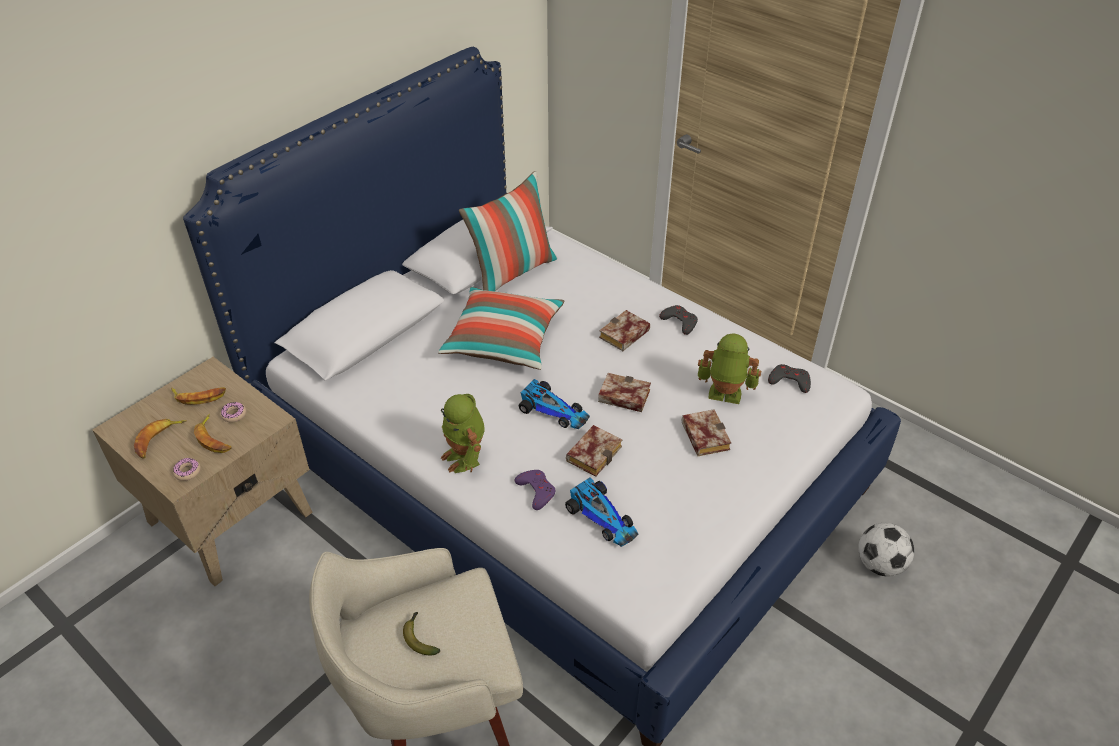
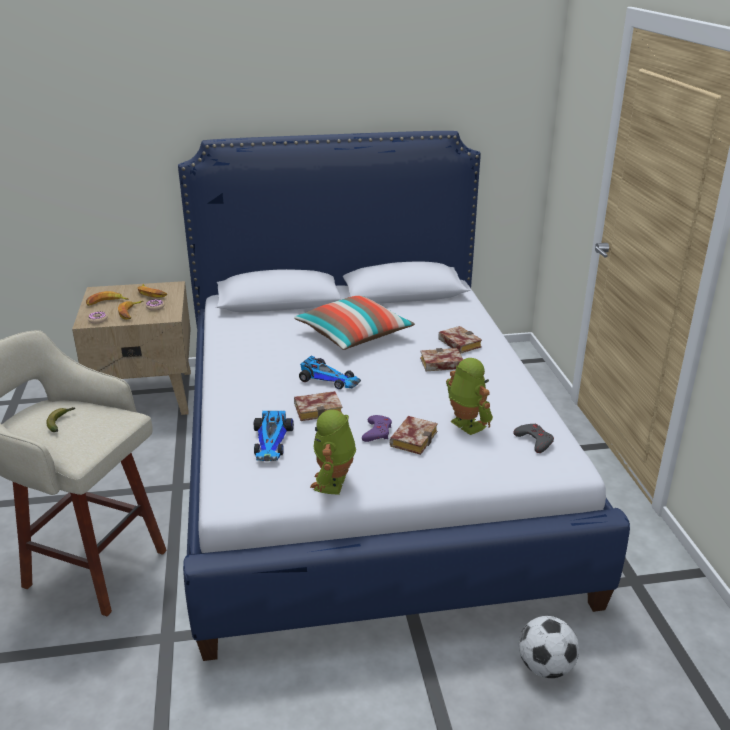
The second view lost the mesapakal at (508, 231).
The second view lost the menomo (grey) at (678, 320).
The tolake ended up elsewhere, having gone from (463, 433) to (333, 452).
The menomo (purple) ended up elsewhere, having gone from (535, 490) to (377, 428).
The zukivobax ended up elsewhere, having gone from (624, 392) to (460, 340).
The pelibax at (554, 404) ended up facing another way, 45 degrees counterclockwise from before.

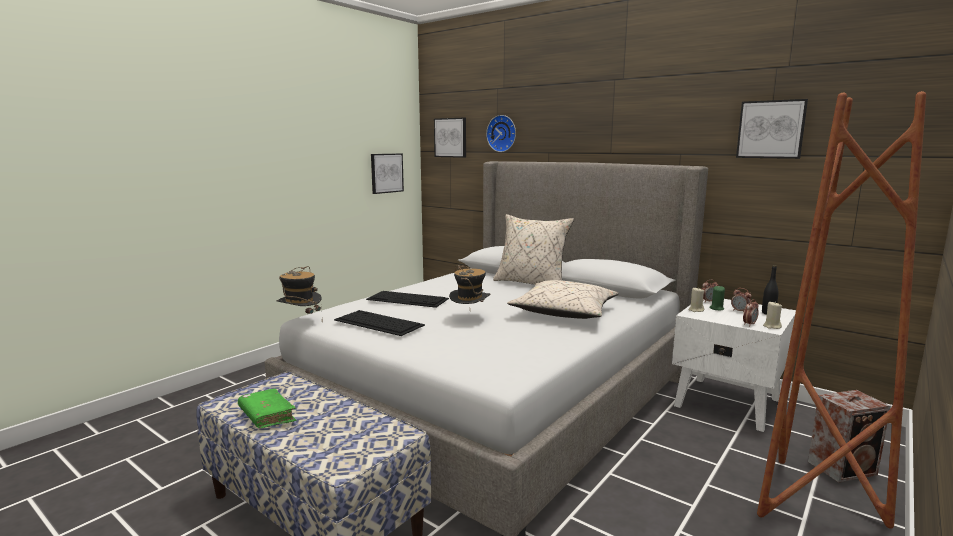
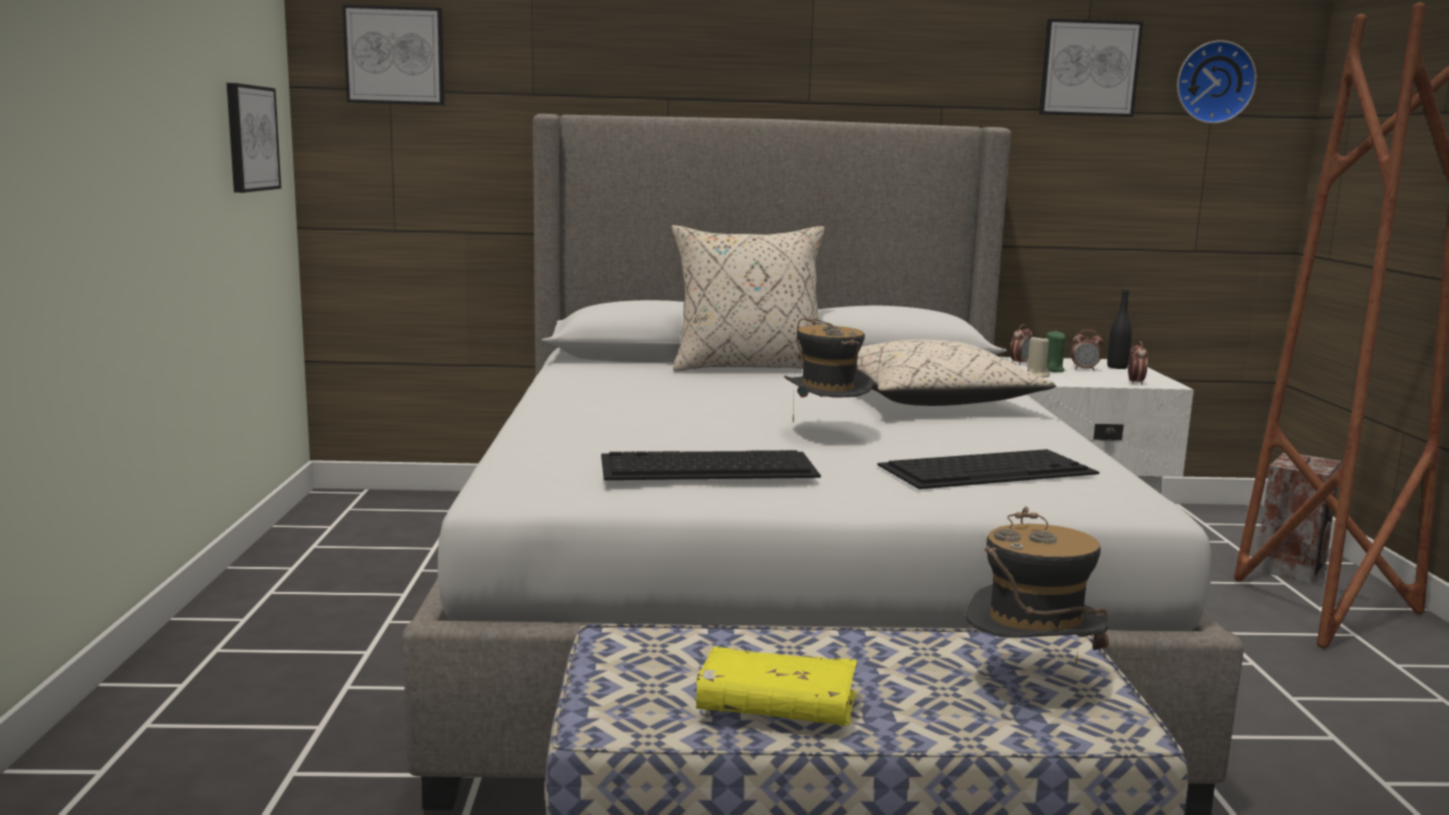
The second view lost the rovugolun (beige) at (772, 315).
The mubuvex ended up elsewhere, having gone from (299, 290) to (1037, 586).
The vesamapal ended up elsewhere, having gone from (407, 299) to (988, 469).
The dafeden ended up elsewhere, having gone from (501, 133) to (1217, 82).
What was the zukivobax (green) at (267, 408) turned into the zukivobax (yellow) at (776, 686).

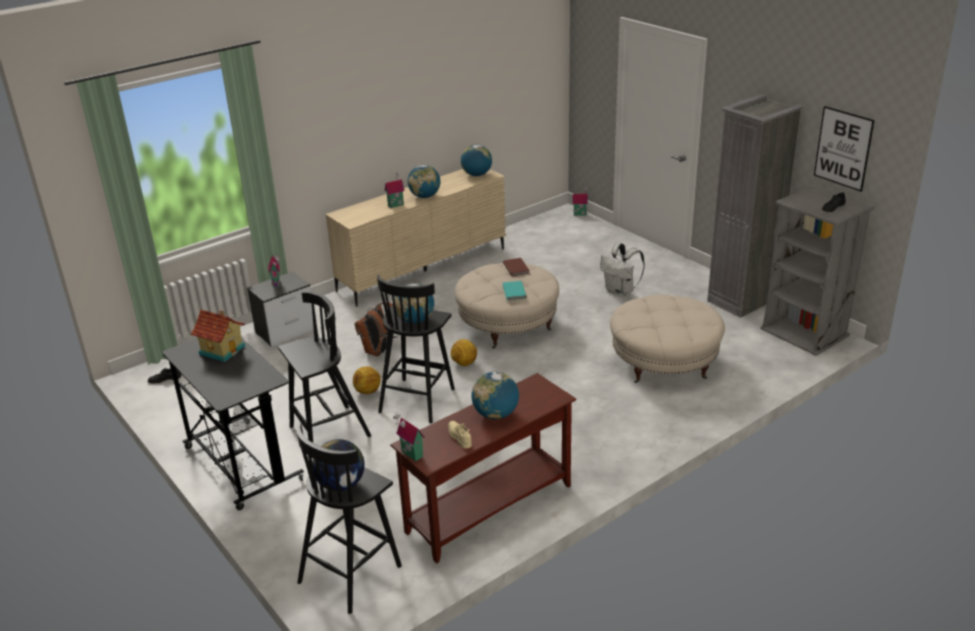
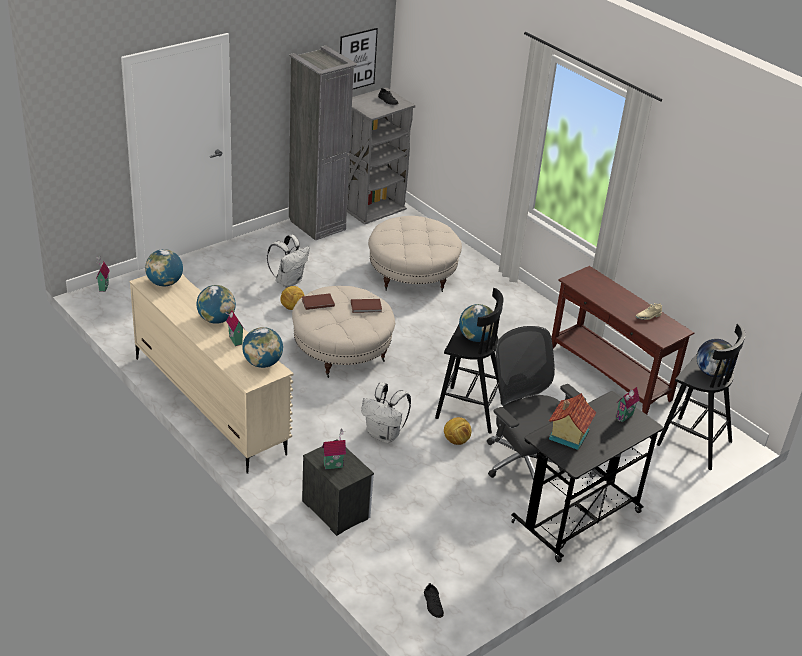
The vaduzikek ended up elsewhere, having gone from (409, 437) to (628, 404).
The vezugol ended up elsewhere, having gone from (464, 352) to (292, 298).
The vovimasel ended up elsewhere, having gone from (495, 395) to (262, 347).
Where the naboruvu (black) stood at (324, 375), the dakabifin came to stand at (536, 403).
What was the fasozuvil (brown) at (377, 329) turned into the fasozuvil (white) at (386, 412).
What was the zukivobax (turquoise) at (515, 290) turned into the zukivobax (brown) at (366, 306).

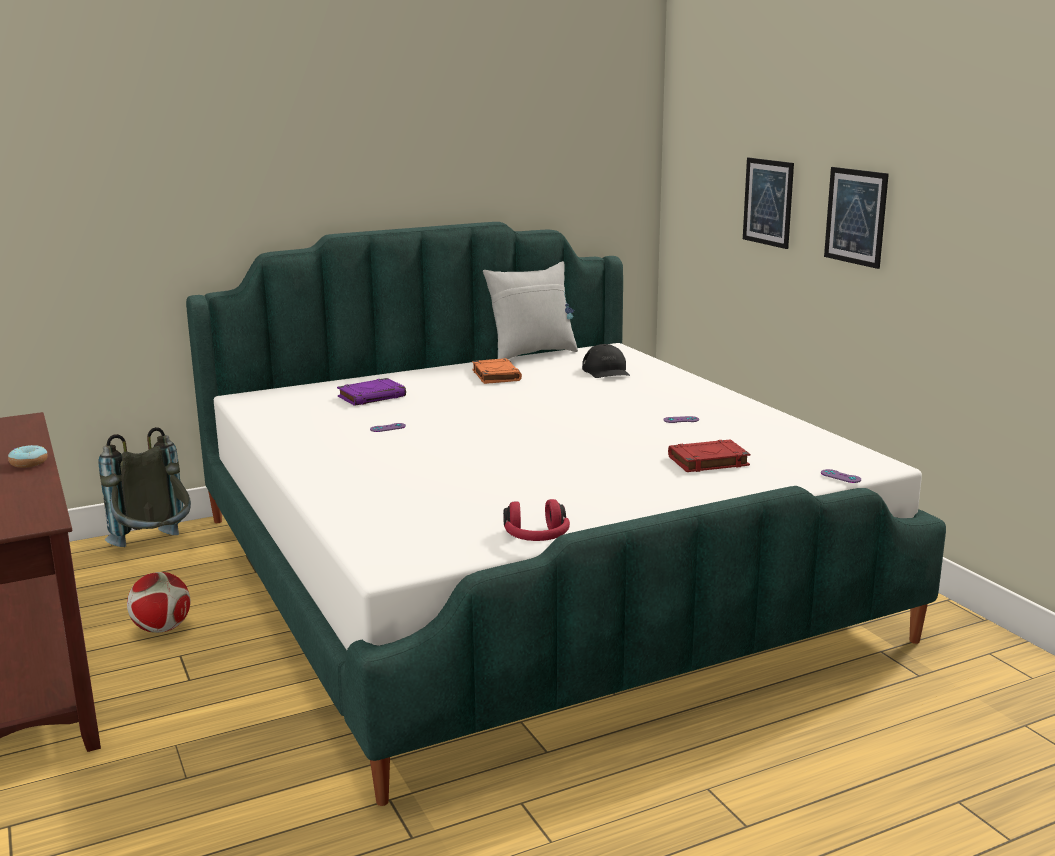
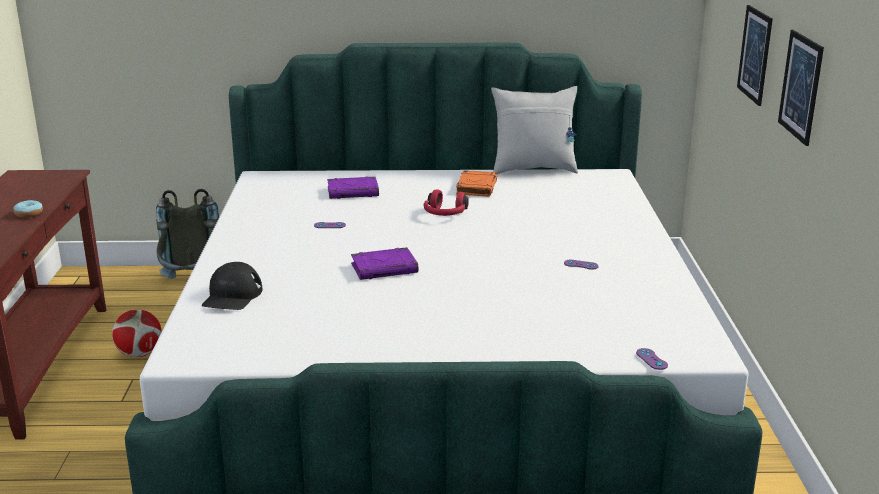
The second view lost the zukivobax (red) at (709, 455).
The second view gained the zukivobax (purple) at (385, 263).
The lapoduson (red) ended up elsewhere, having gone from (536, 520) to (446, 202).
The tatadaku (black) ended up elsewhere, having gone from (606, 361) to (232, 286).

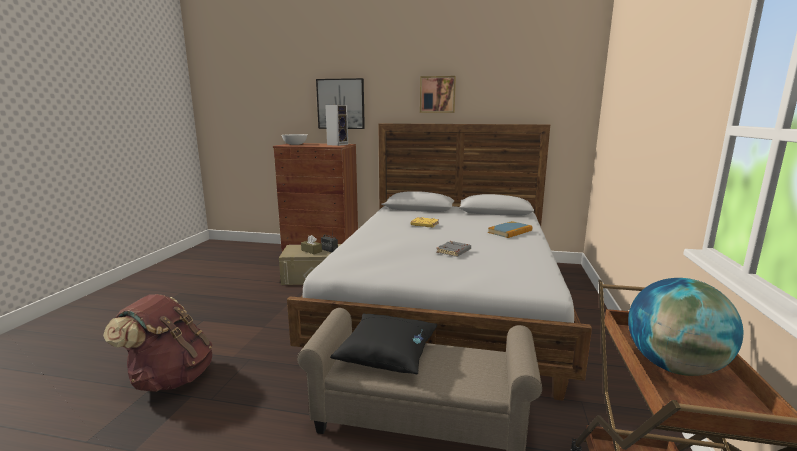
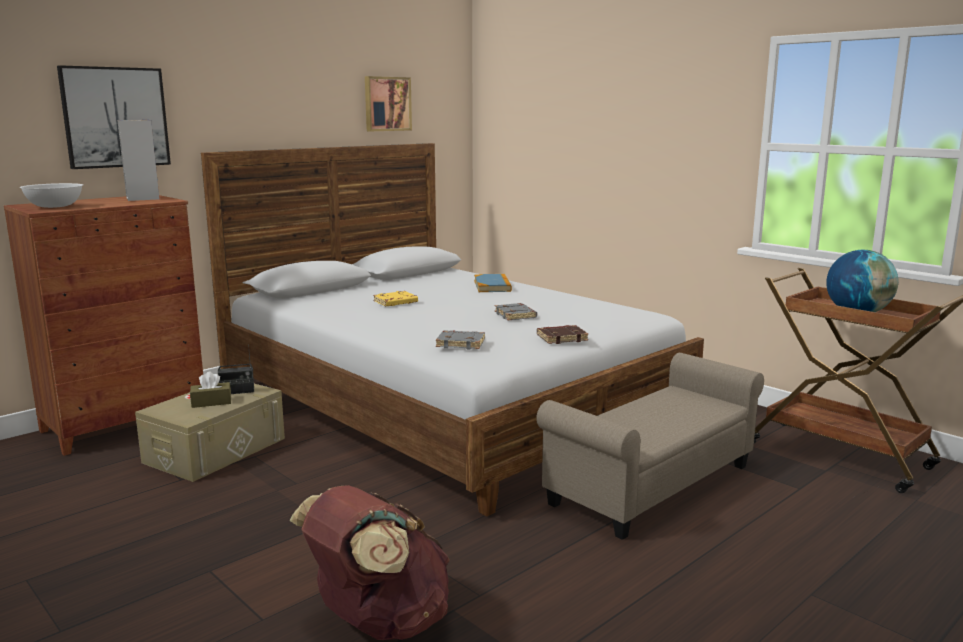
The second view lost the mesapakal (black) at (383, 343).
The second view gained the zukivobax (grey) at (460, 340).
The second view gained the zukivobax (brown) at (562, 334).
The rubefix ended up elsewhere, having gone from (438, 94) to (388, 103).

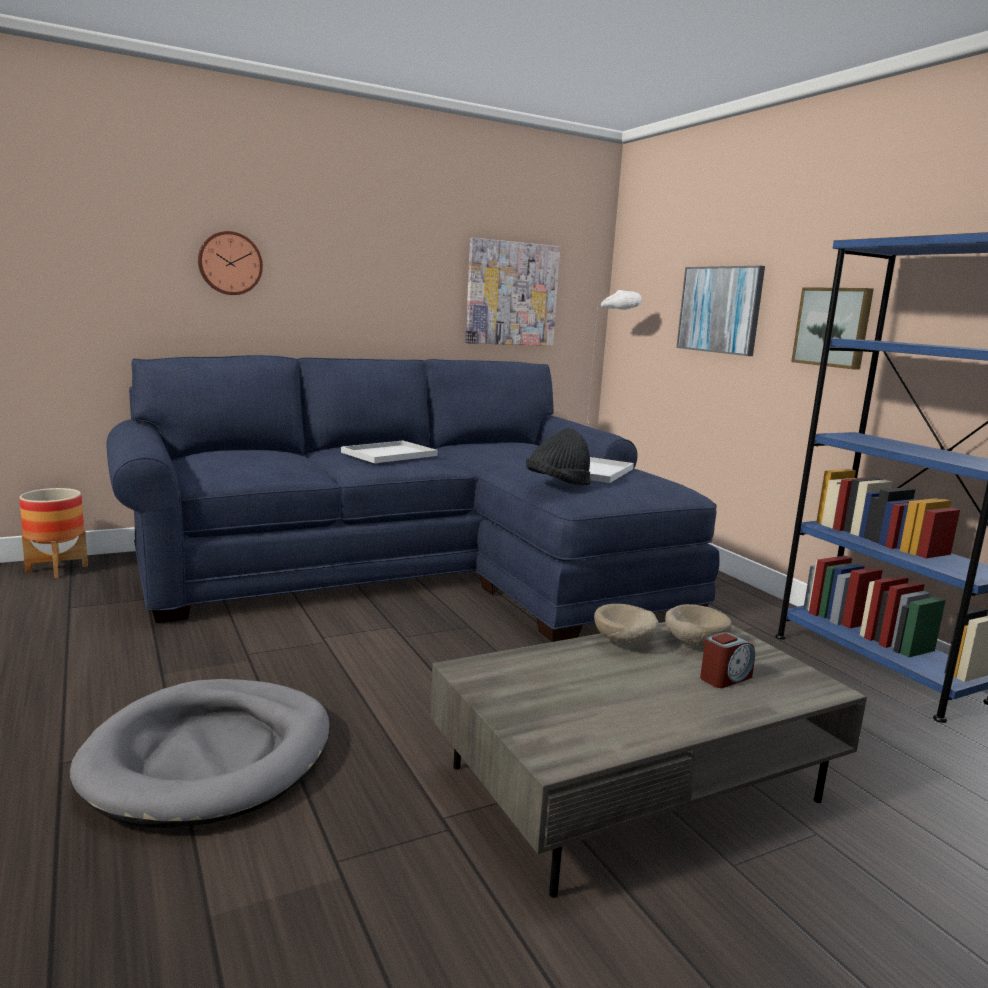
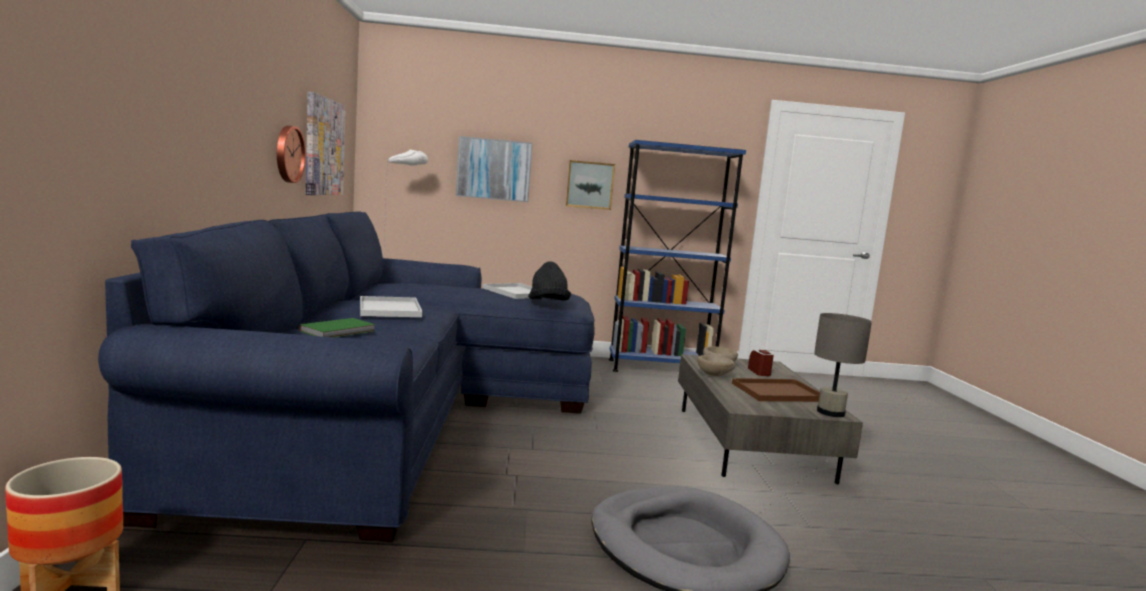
The second view gained the zukivobax (green) at (337, 327).
The second view gained the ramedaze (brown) at (776, 390).
The second view gained the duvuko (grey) at (843, 365).
The dafeden ended up elsewhere, having gone from (230, 263) to (291, 154).

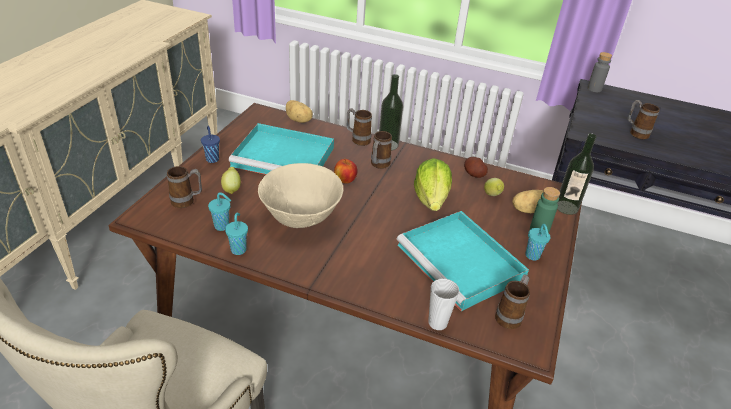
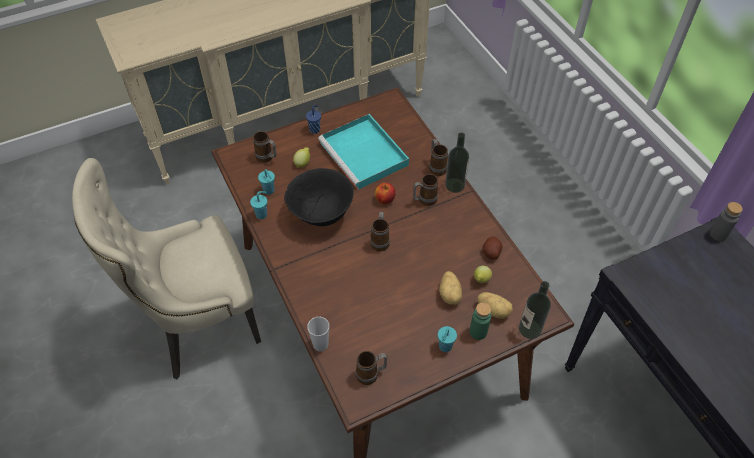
The second view lost the ramedaze (turquoise) at (463, 261).
The second view lost the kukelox at (433, 184).
The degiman ended up elsewhere, having gone from (299, 111) to (450, 288).
The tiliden ended up elsewhere, having gone from (644, 119) to (380, 232).
What was the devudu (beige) at (300, 195) turned into the devudu (black) at (319, 197).

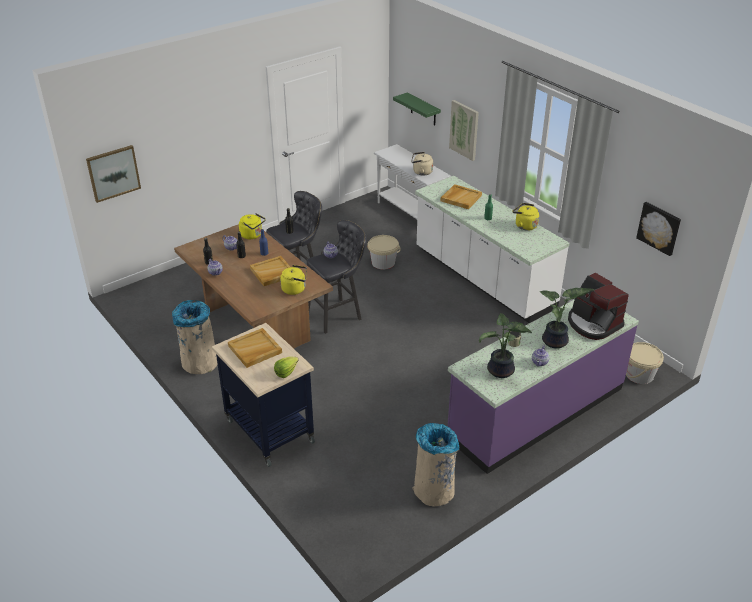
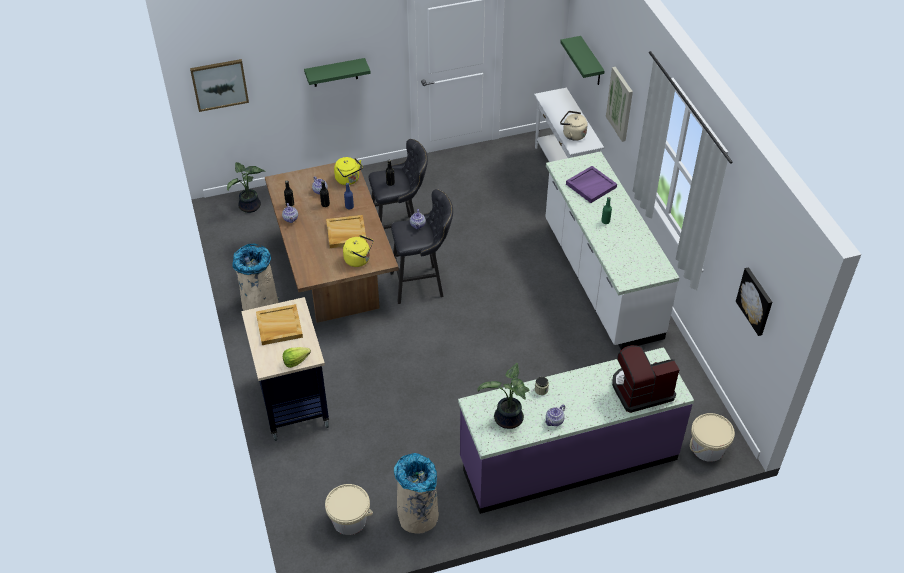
The second view lost the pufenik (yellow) at (525, 217).
The second view gained the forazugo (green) at (337, 72).
The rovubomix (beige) ended up elsewhere, having gone from (384, 252) to (349, 509).
The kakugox ended up elsewhere, having gone from (567, 318) to (246, 187).
What was the ramedaze (beige) at (461, 196) turned into the ramedaze (purple) at (591, 184).
The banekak at (598, 306) ended up facing another way, 90 degrees clockwise from before.

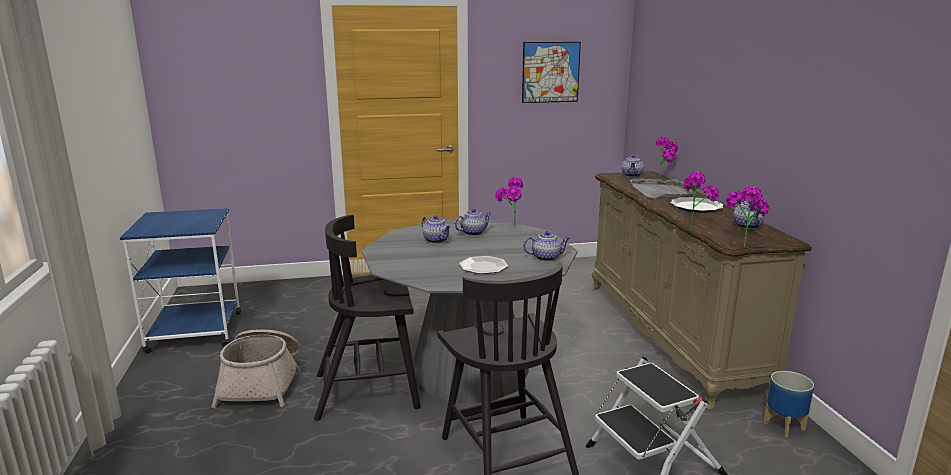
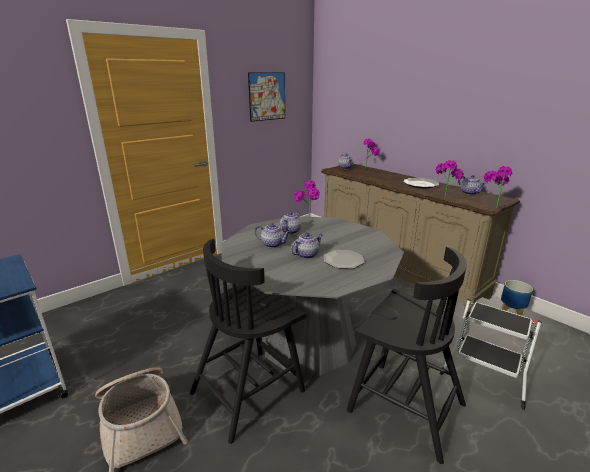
The second view lost the ramedaze (grey) at (662, 188).
The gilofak ended up elsewhere, having gone from (546, 246) to (306, 246).

